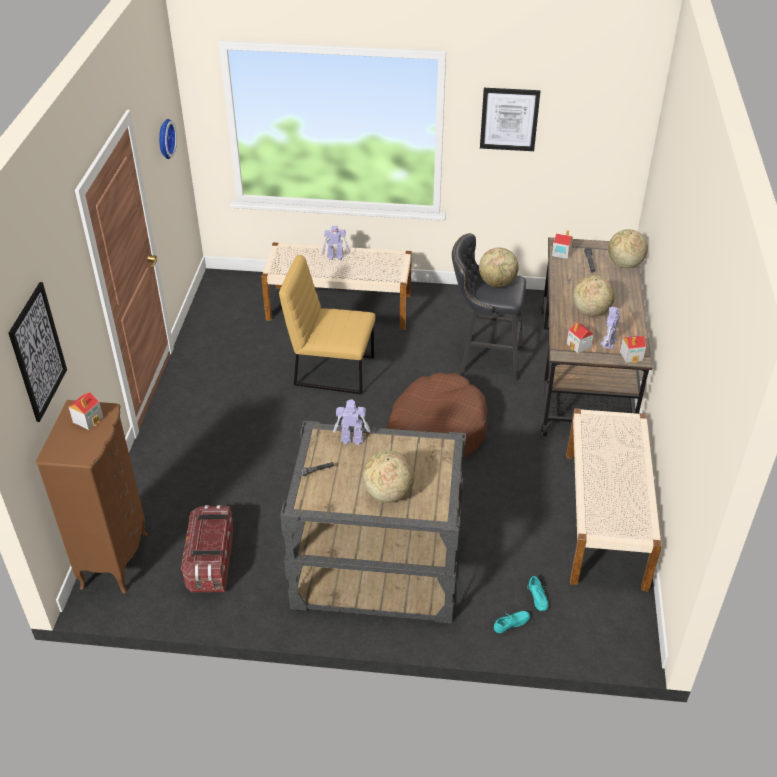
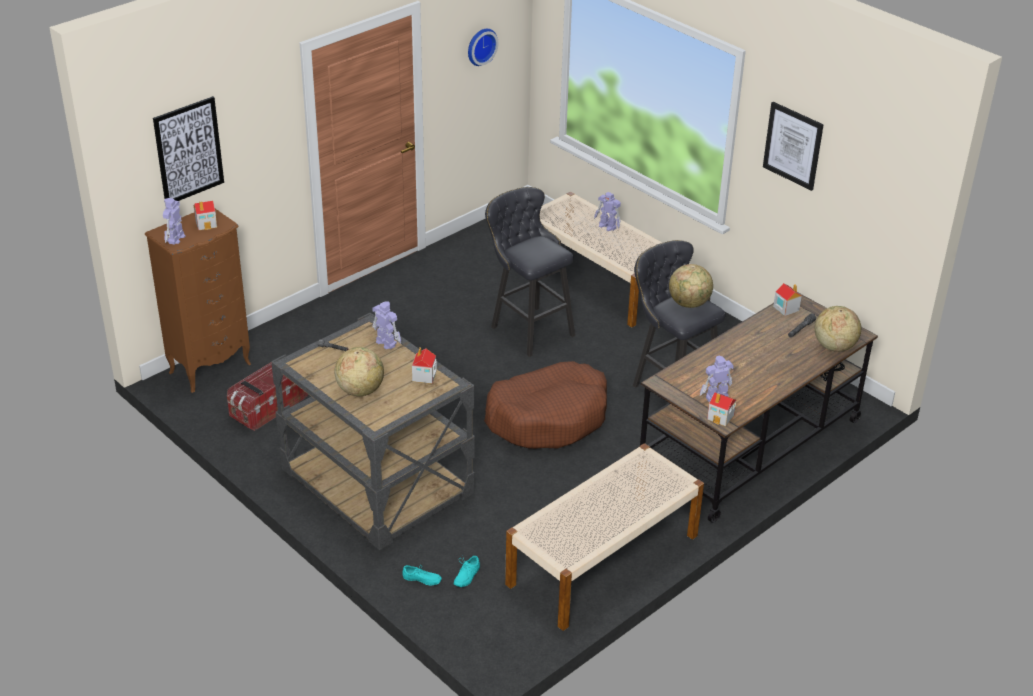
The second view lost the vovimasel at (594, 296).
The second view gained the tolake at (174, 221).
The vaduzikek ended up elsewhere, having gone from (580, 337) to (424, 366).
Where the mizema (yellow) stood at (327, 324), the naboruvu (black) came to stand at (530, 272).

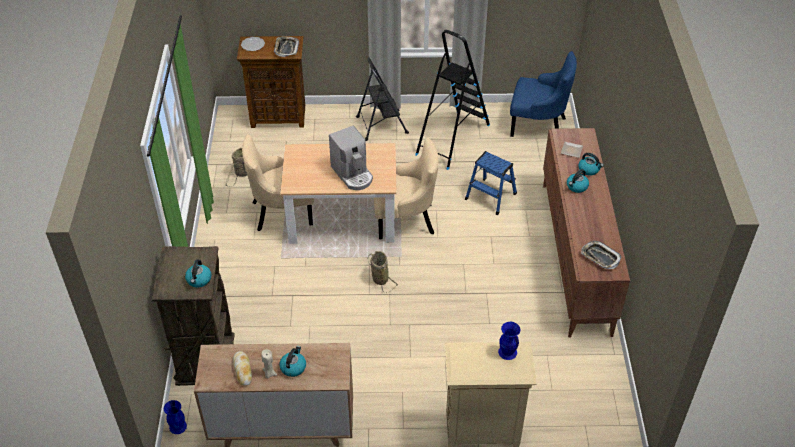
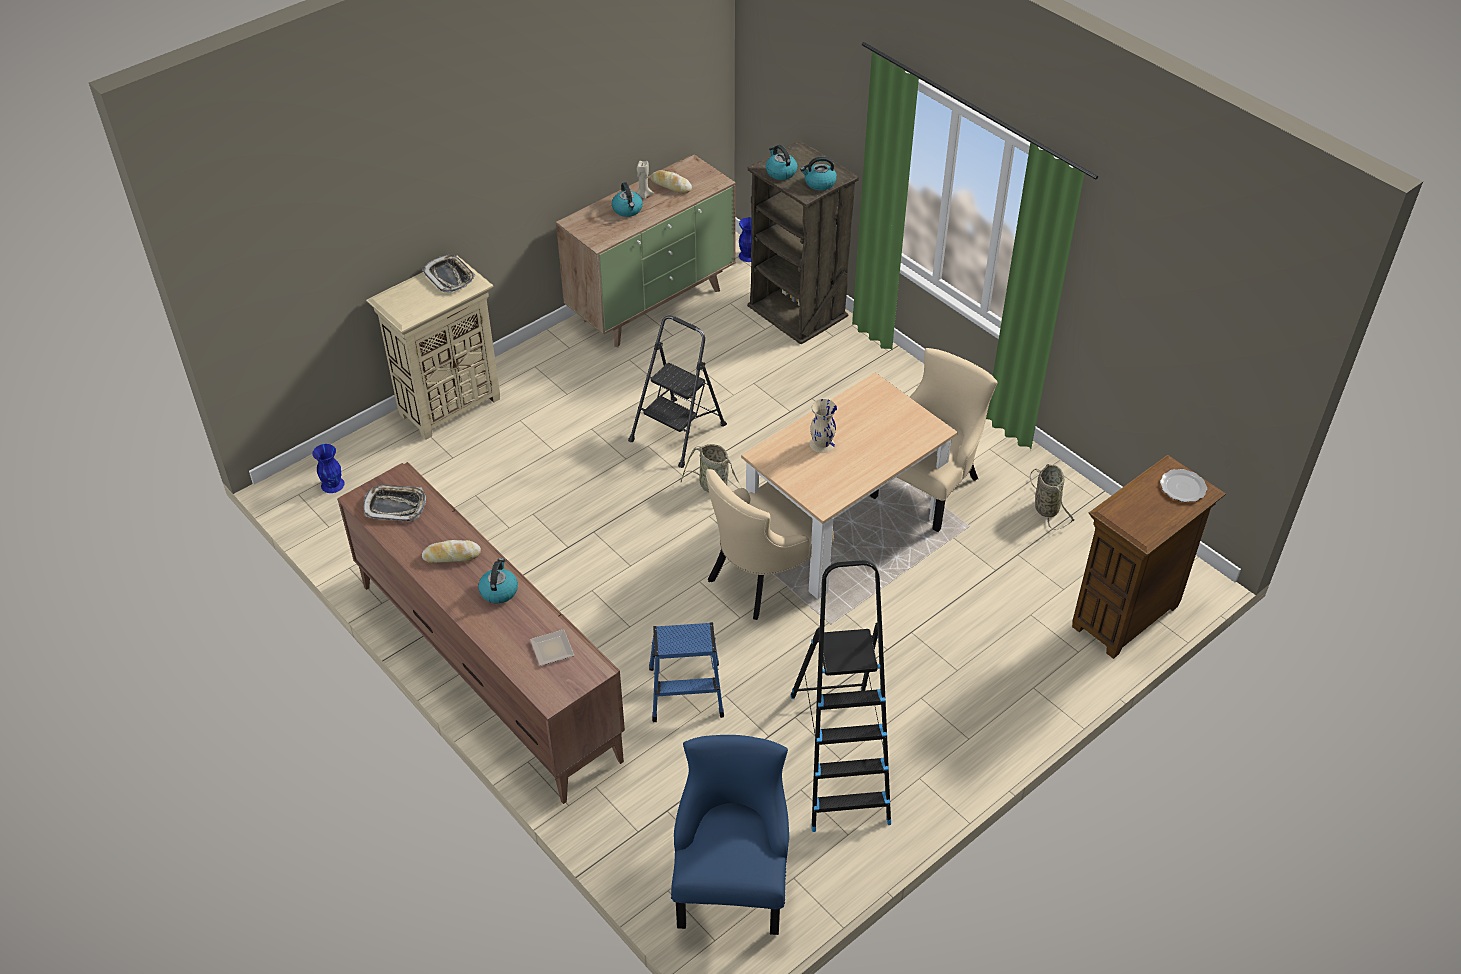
The second view gained the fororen at (451, 551).
The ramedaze ended up elsewhere, having gone from (286, 46) to (448, 274).
The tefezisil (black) ended up elsewhere, having gone from (382, 99) to (677, 391).
The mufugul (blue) ended up elsewhere, having gone from (509, 341) to (328, 468).
The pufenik ended up elsewhere, having gone from (591, 164) to (818, 174).
Where the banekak stood at (351, 158), the mufugul (beige) came to stand at (823, 426).
The mizema (blue) at (543, 94) ended up facing another way, 120 degrees clockwise from before.

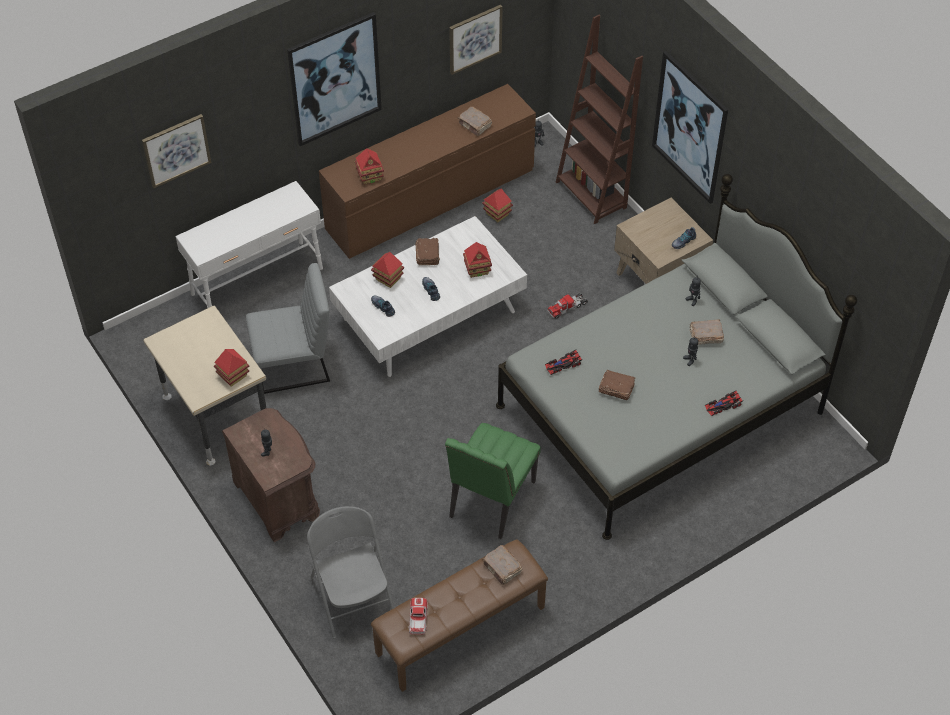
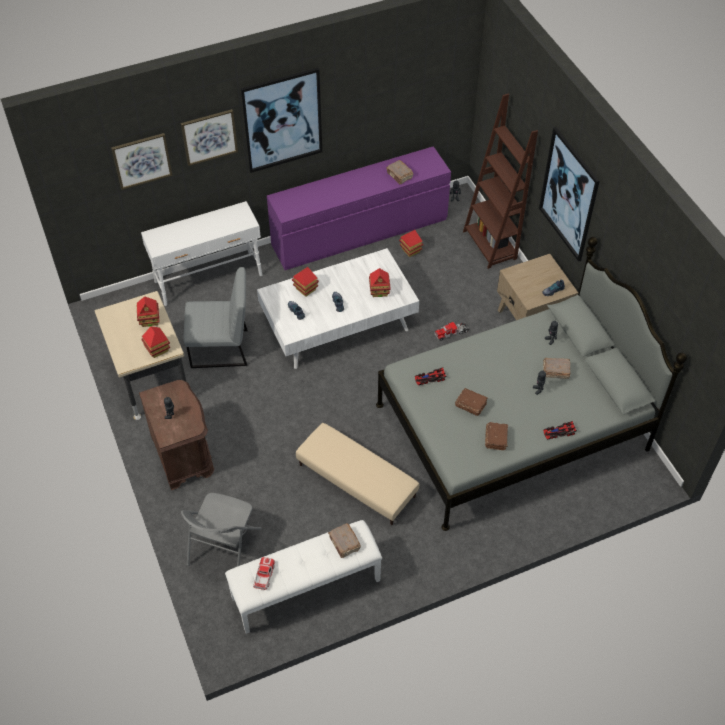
The vaduzikek ended up elsewhere, having gone from (369, 166) to (148, 312).
The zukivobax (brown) ended up elsewhere, having gone from (428, 251) to (496, 436).
The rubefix ended up elsewhere, having gone from (476, 40) to (209, 137).
Where the mizema (green) stood at (493, 481), the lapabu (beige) came to stand at (357, 474).
What was the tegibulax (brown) at (427, 171) turned into the tegibulax (purple) at (359, 208).
What was the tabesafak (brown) at (459, 616) turned into the tabesafak (white) at (303, 577).
The mizema (grey) at (350, 572) ended up facing another way, 150 degrees counterclockwise from before.

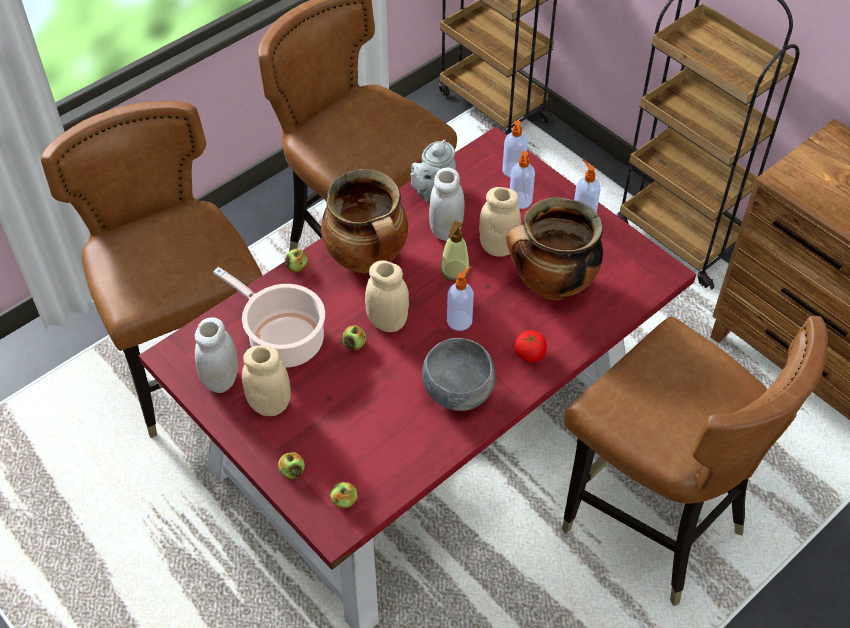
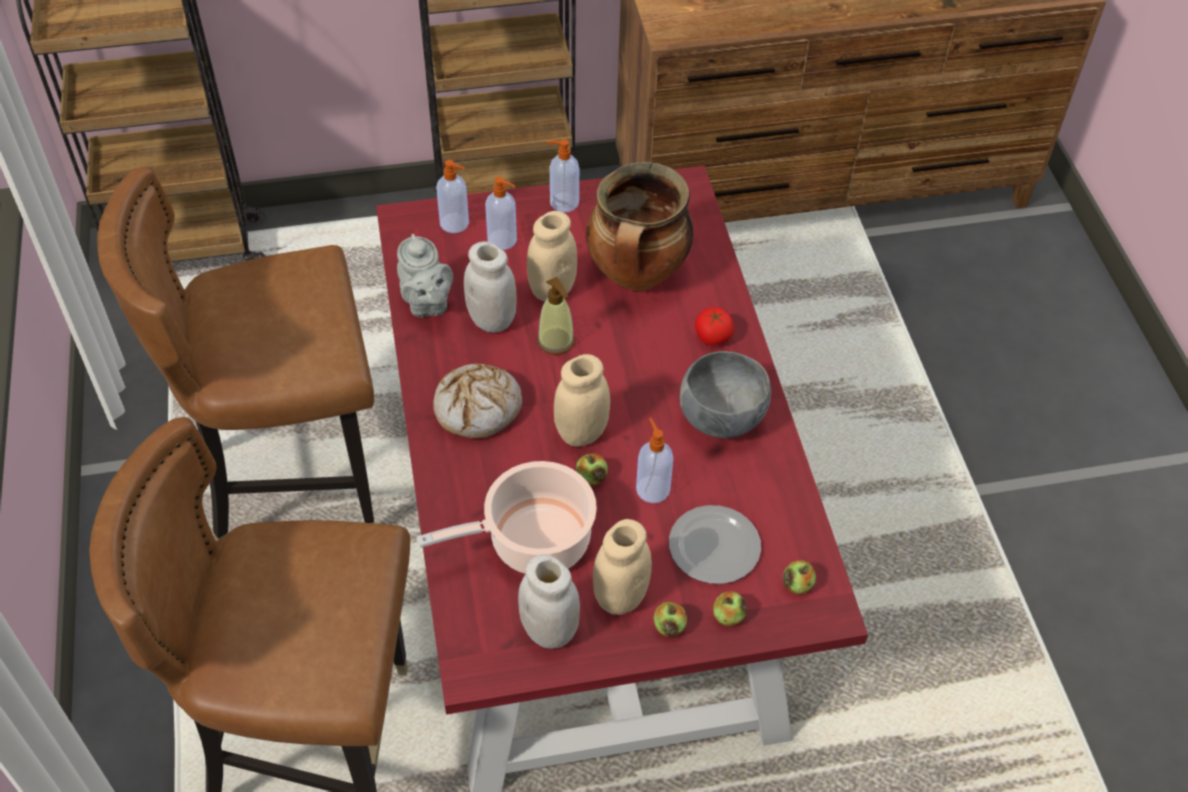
The second view lost the mizema (brown) at (695, 461).
The second view gained the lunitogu at (715, 544).
The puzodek ended up elsewhere, having gone from (296, 260) to (670, 619).
The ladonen ended up elsewhere, having gone from (460, 298) to (655, 460).
Where the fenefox stood at (364, 221), the fororen came to stand at (477, 401).

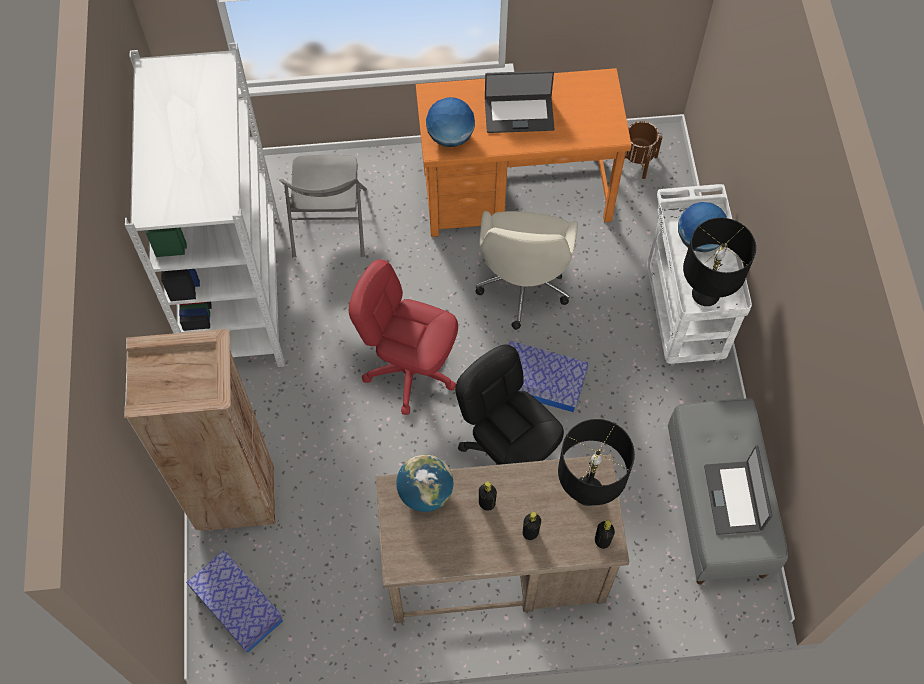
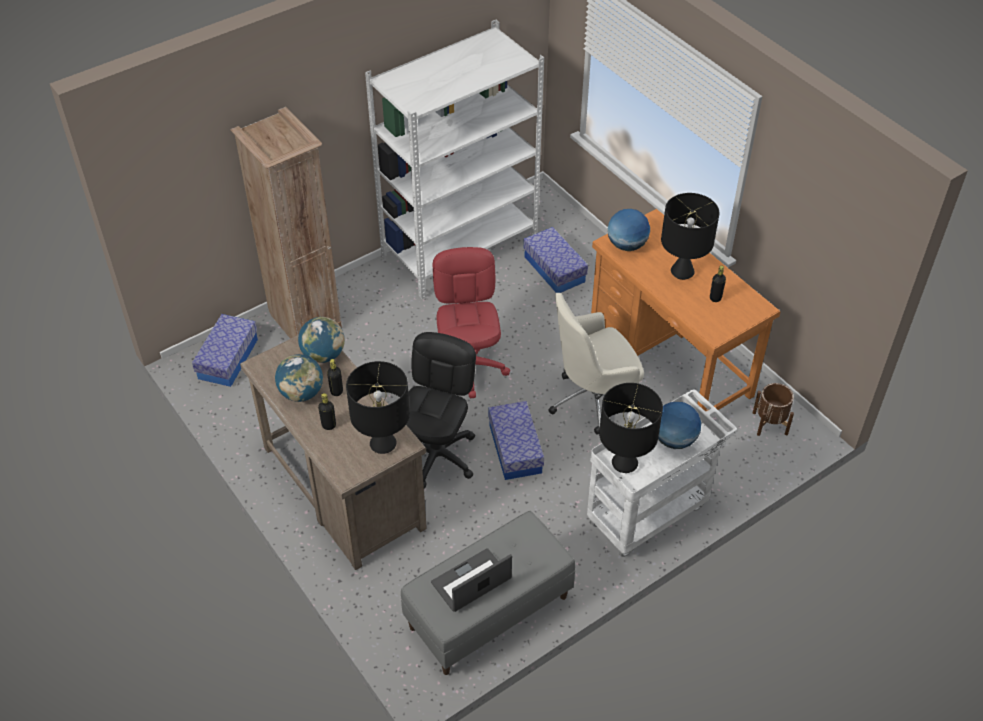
The second view gained the vovimasel at (299, 378).
The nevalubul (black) ended up elsewhere, having gone from (605, 534) to (718, 283).
Where the mizema (grey) stood at (323, 206), the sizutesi came to stand at (555, 260).
Where the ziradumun stood at (519, 101), the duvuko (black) came to stand at (690, 236).

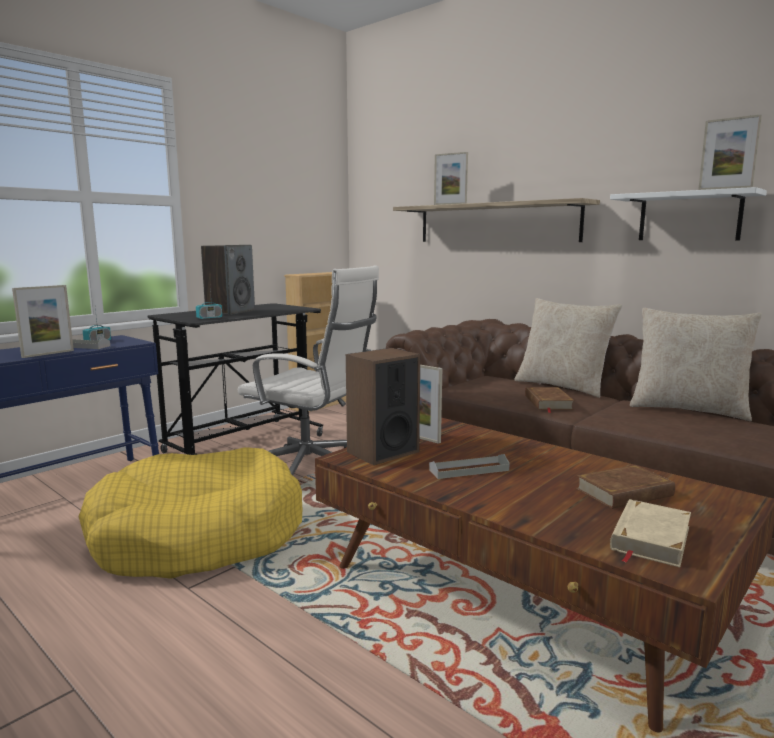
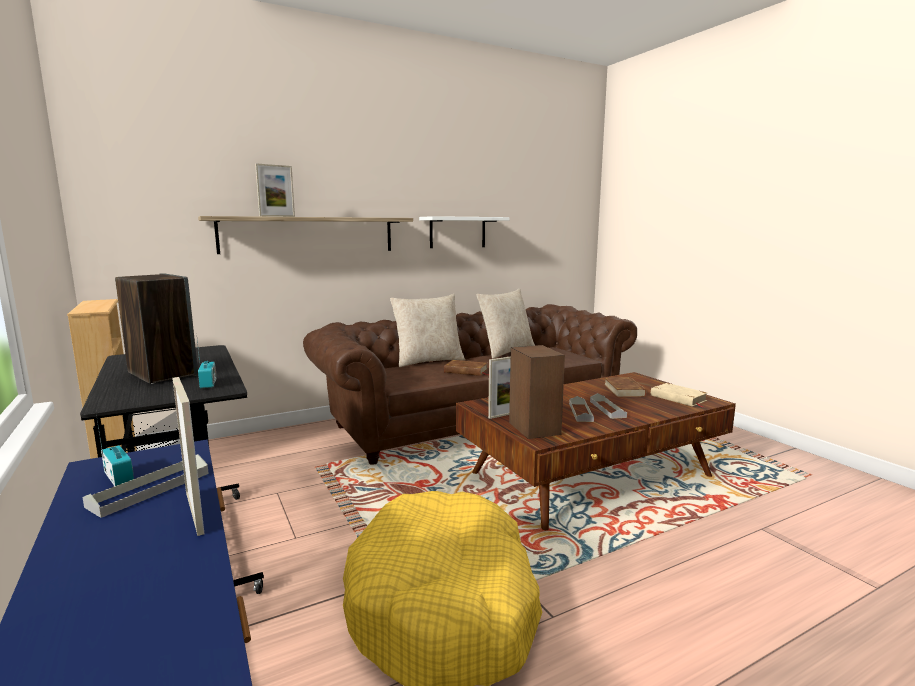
The second view lost the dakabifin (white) at (308, 370).
The second view lost the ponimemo at (730, 152).
The second view gained the ramedaze (grey) at (608, 406).

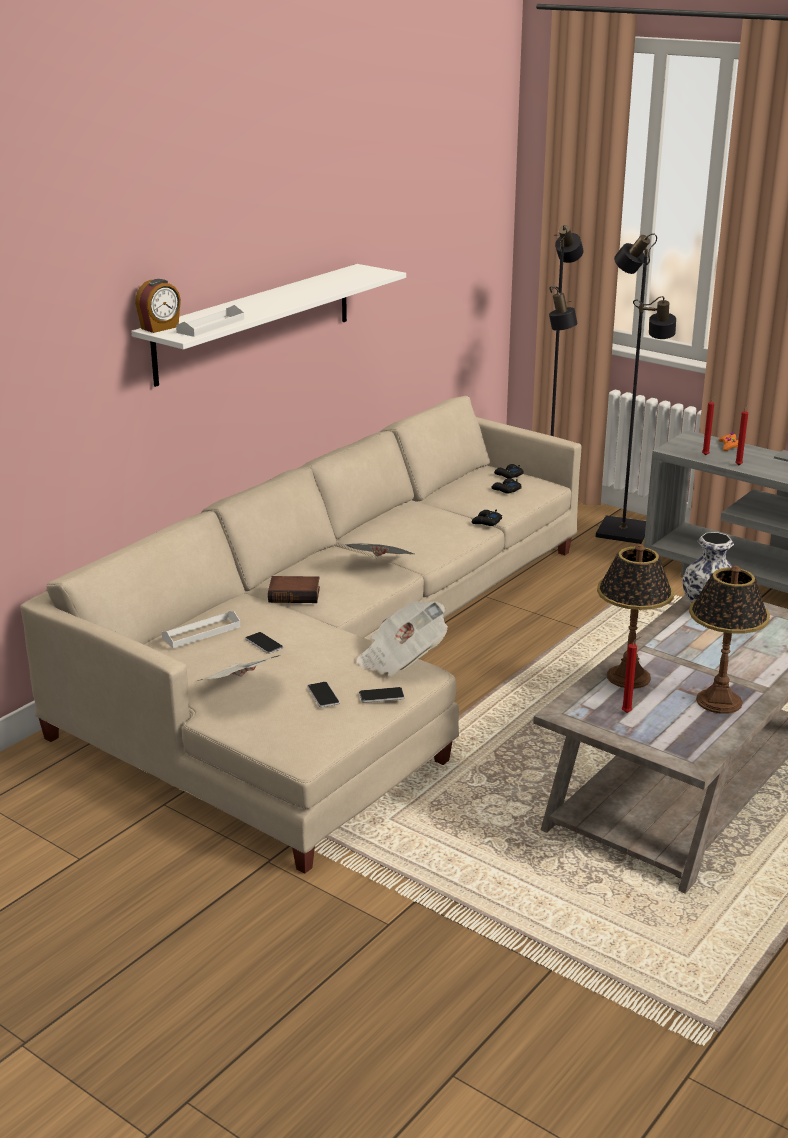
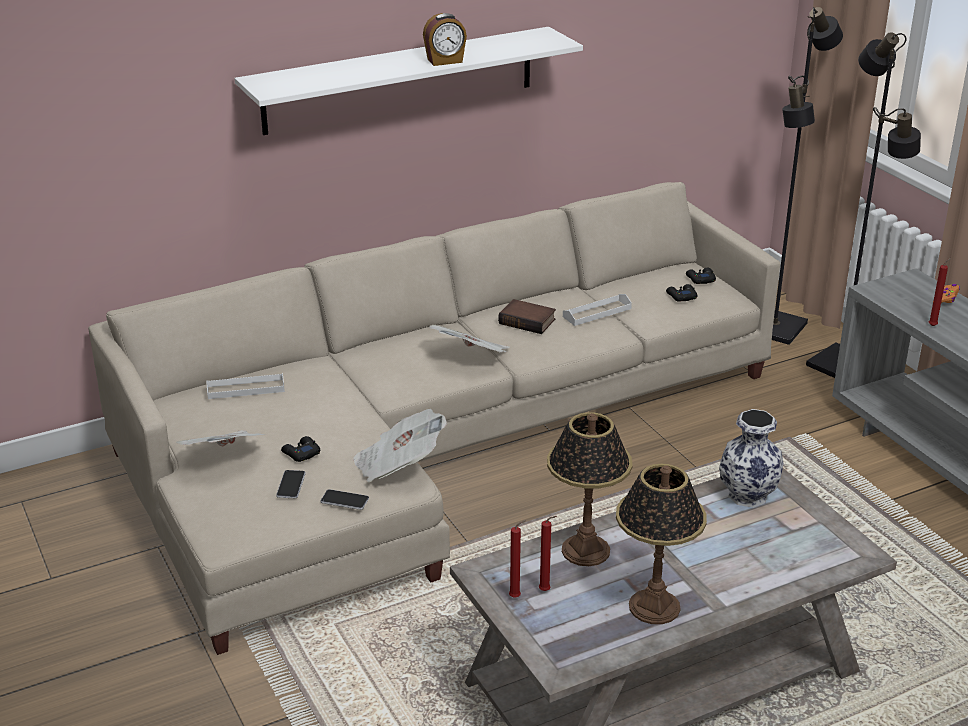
The second view lost the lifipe at (264, 643).
The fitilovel ended up elsewhere, having gone from (158, 306) to (445, 39).
The ramedaze (white) ended up elsewhere, having gone from (210, 321) to (597, 310).
The zukivobax ended up elsewhere, having gone from (294, 589) to (527, 316).
The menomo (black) ended up elsewhere, having gone from (487, 518) to (300, 449).
The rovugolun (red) ended up elsewhere, having gone from (709, 426) to (517, 559).

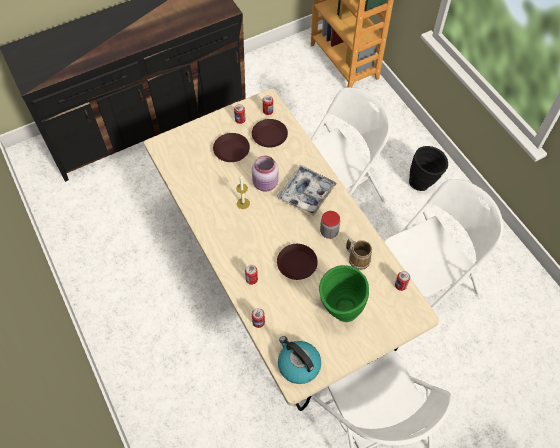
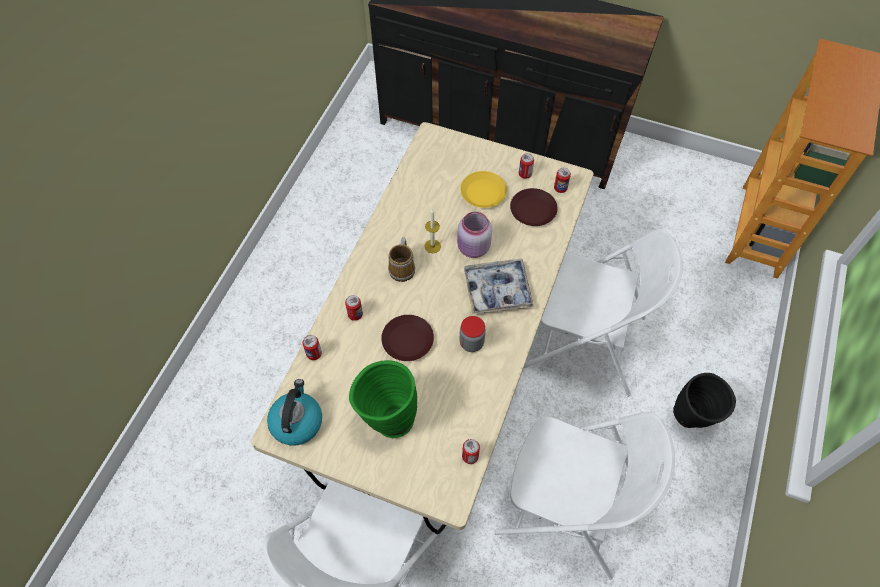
The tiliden ended up elsewhere, having gone from (359, 254) to (402, 259).
What was the lunitogu (brown) at (231, 147) turned into the lunitogu (yellow) at (483, 189).

